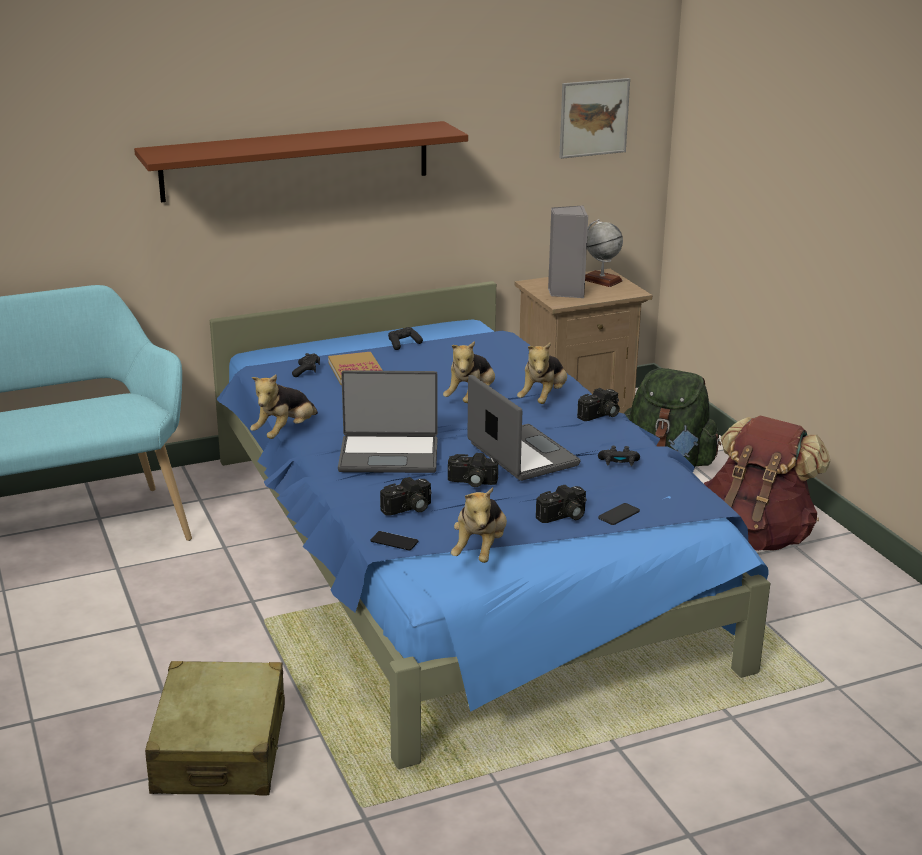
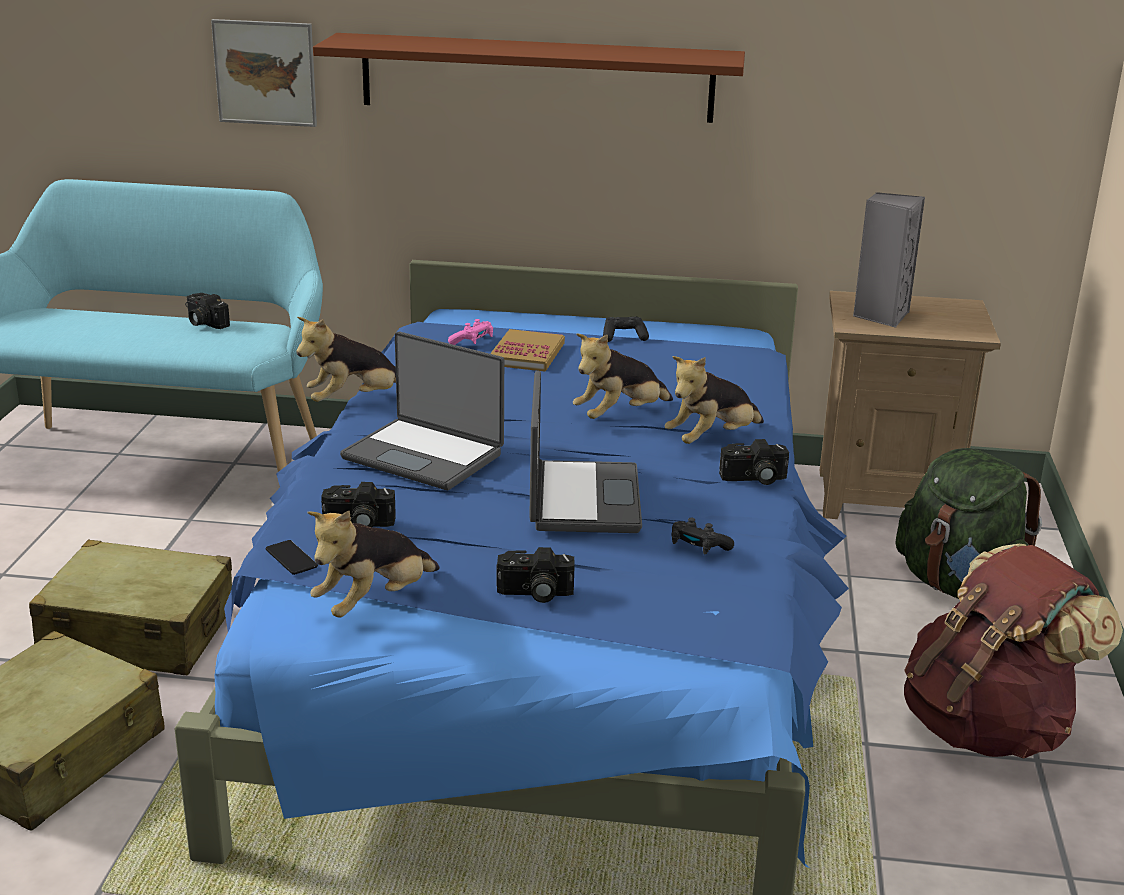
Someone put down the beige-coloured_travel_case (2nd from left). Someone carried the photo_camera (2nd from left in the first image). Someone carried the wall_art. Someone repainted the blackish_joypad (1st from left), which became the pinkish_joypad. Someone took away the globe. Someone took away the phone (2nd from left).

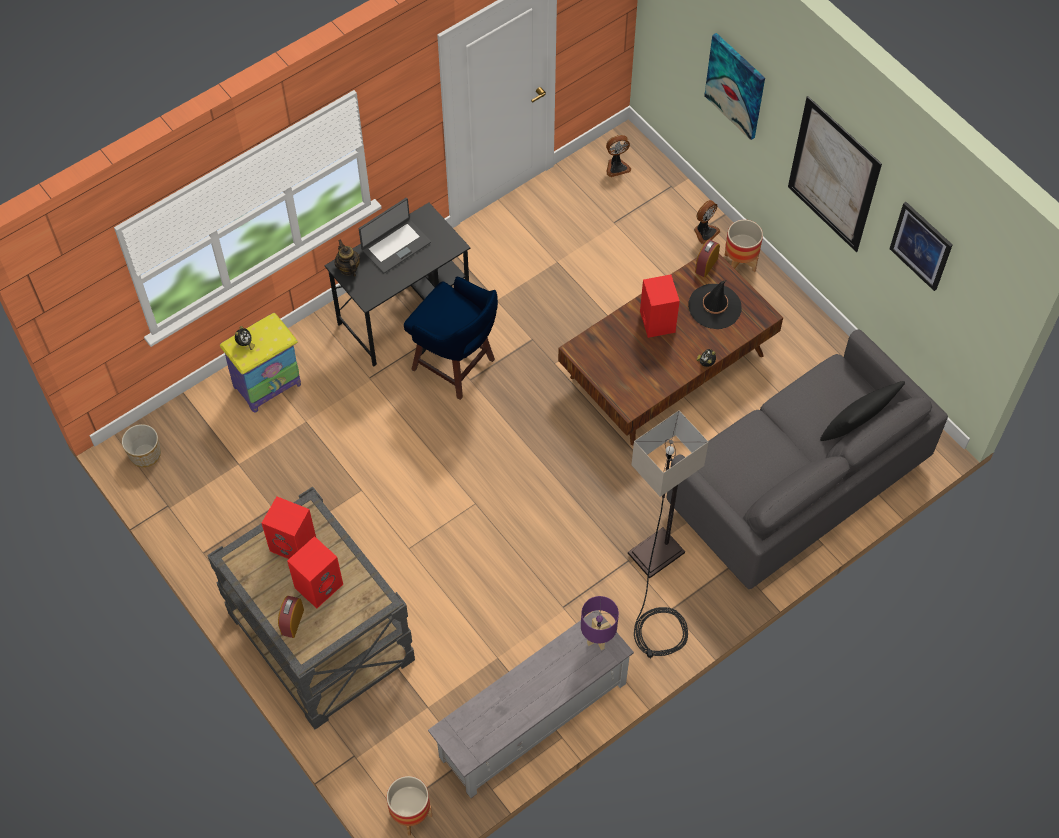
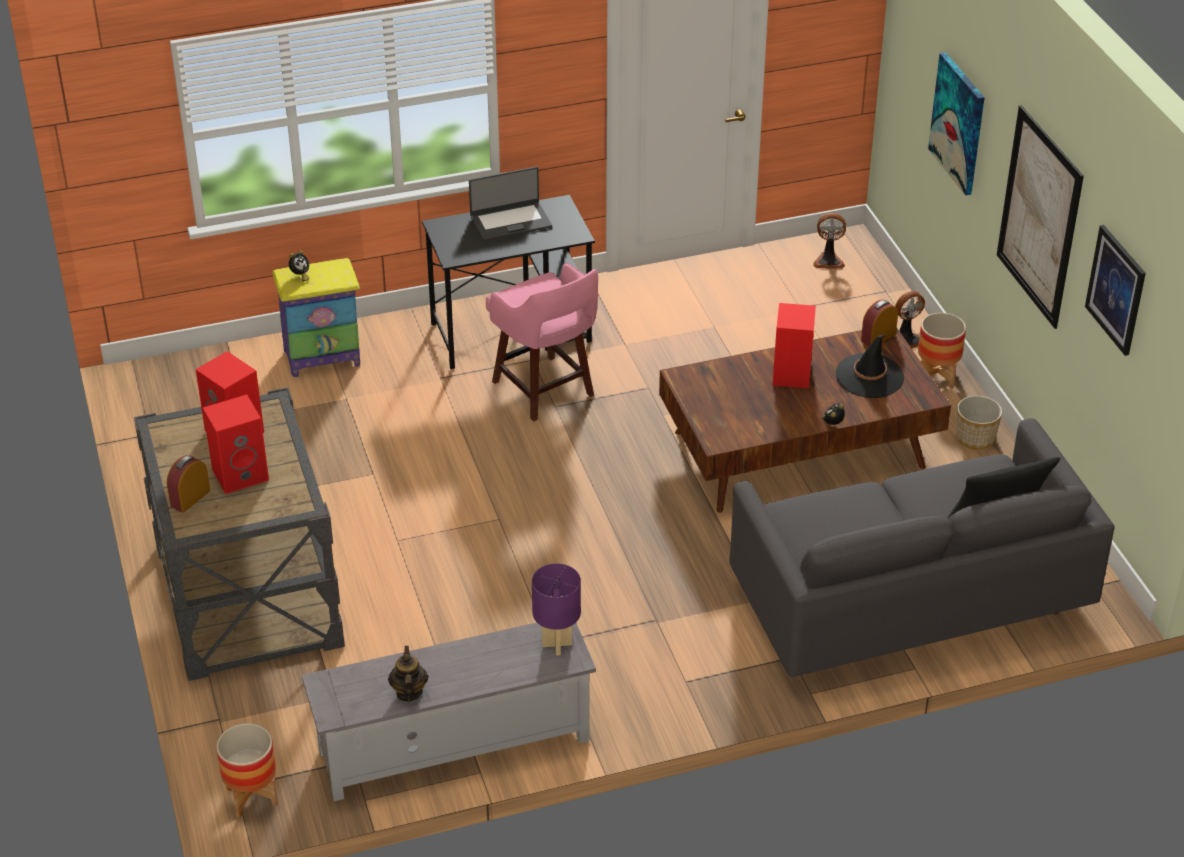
Someone carried the teapot. Someone repainted the blue_stool_seat, which became the pinkish_stool_seat. Someone carried the plant_pot (1st from left in the first image). Someone took away the standing_lamp.

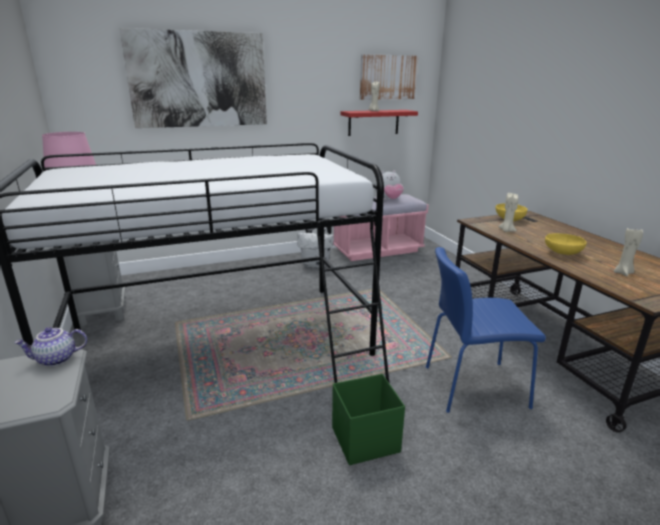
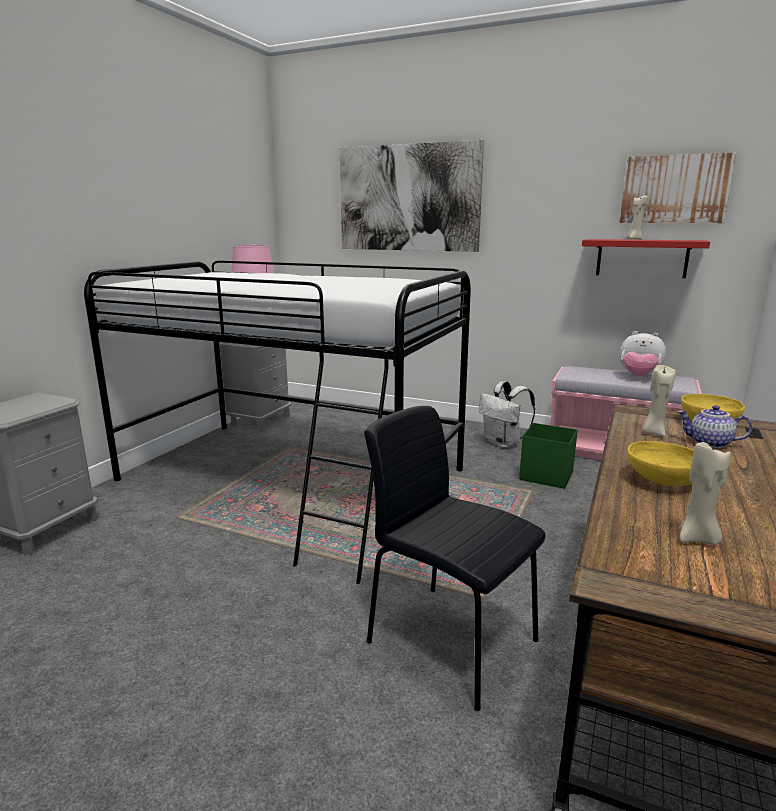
Someone repainted the blue_plain_chair, which became the blackish_plain_chair. Someone carried the greenish_storage_bin. Someone carried the teapot.

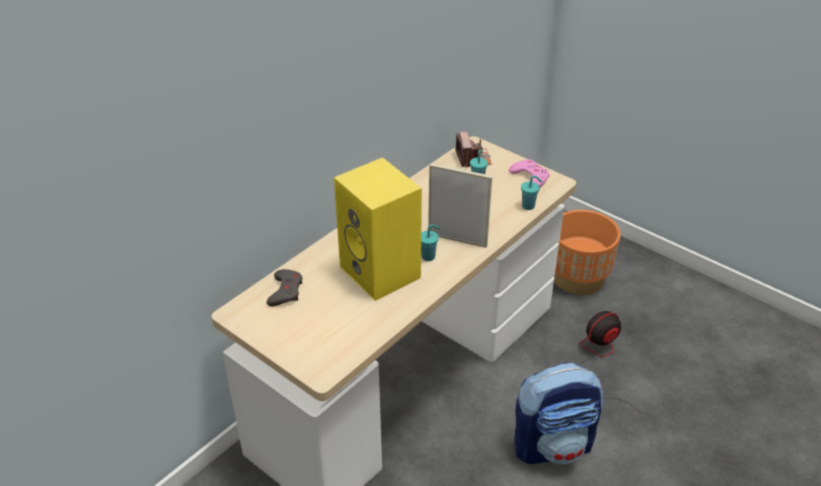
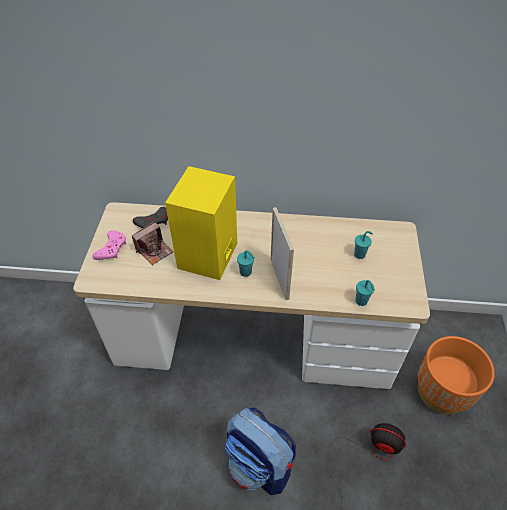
Someone carried the pinkish_joypad. Someone carried the photo_camera.

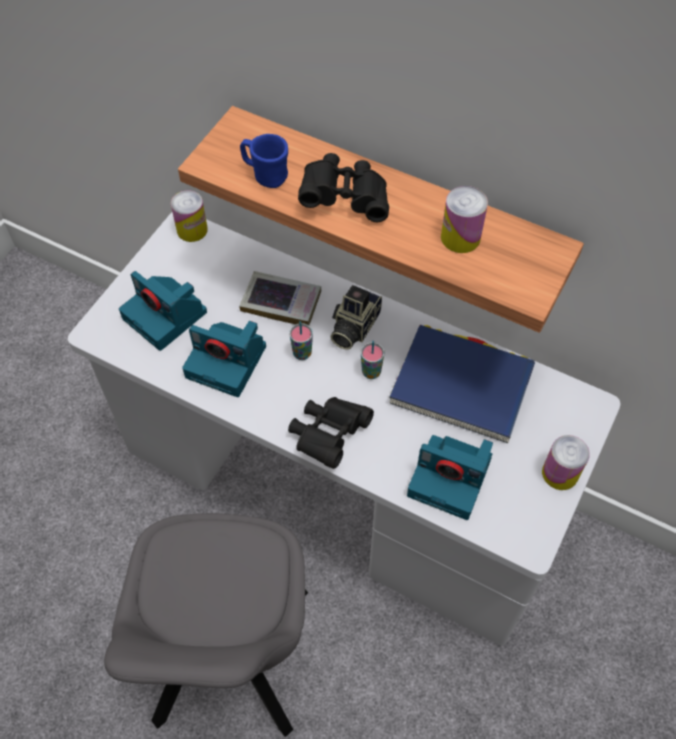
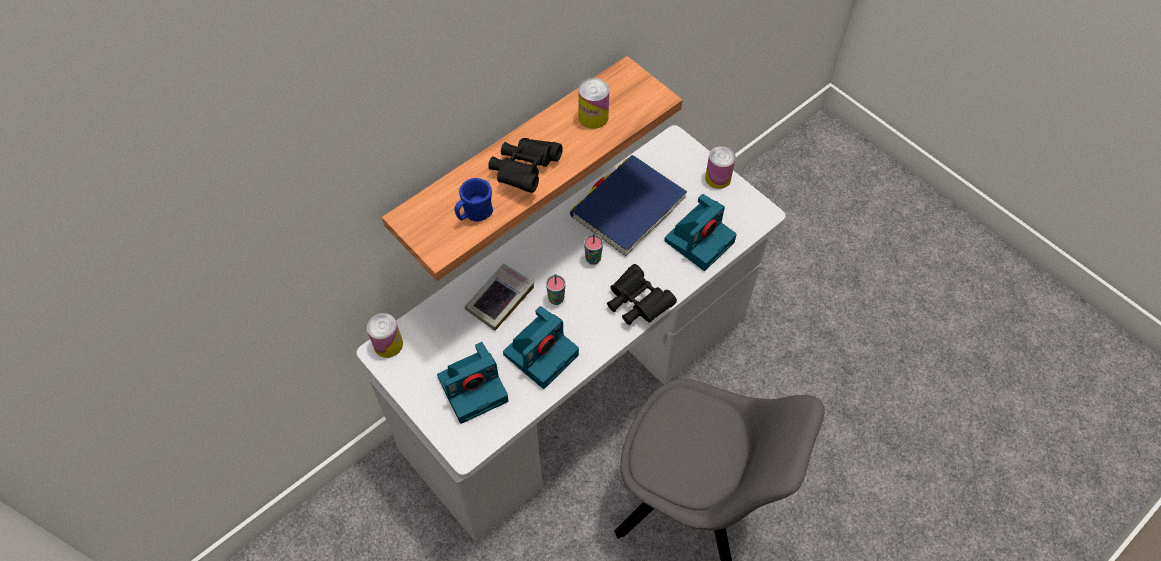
Someone took away the photo_camera (3rd from left).

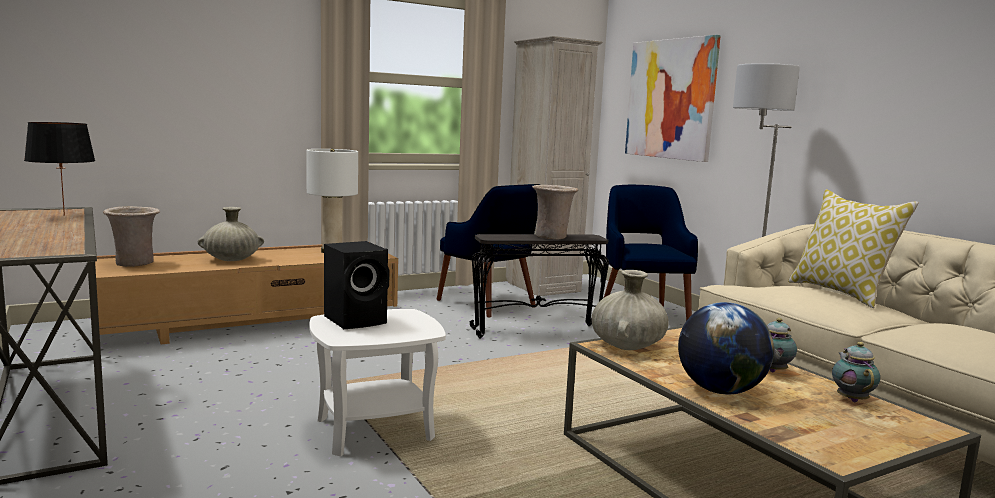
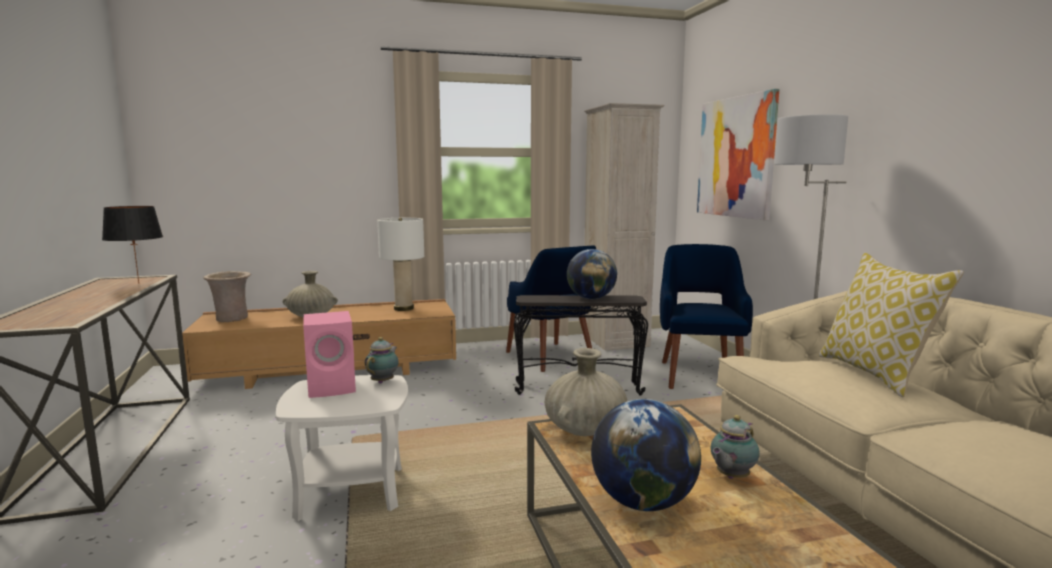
Someone repainted the blackish_loudspeaker, which became the pinkish_loudspeaker. Someone carried the teapot (2nd from left in the first image). Someone swapped the beige-coloured_flower_vase (3rd from left) for the globe (1st from left).

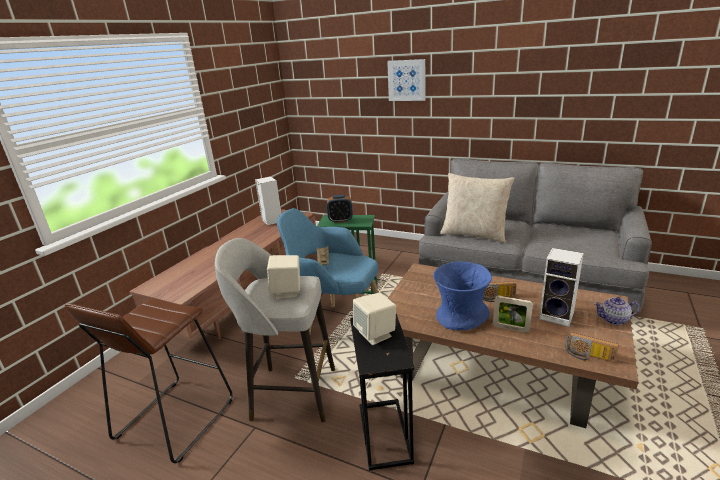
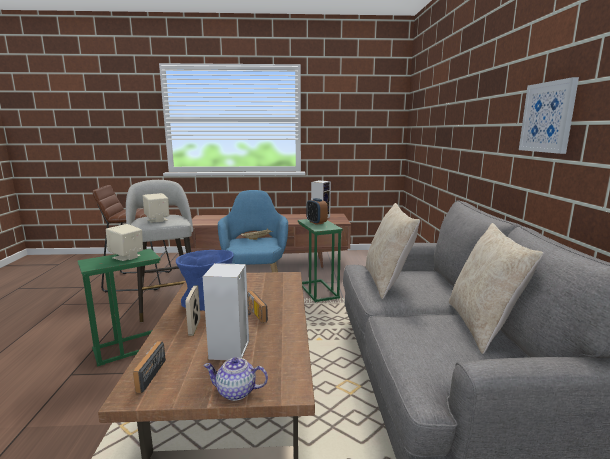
Someone repainted the blackish_end_table, which became the greenish_end_table (1st from left). Someone rotated the teapot by 60 degrees counterclockwise. Someone put down the beige-coloured_pillow (2nd from left). Someone carried the wall_art.

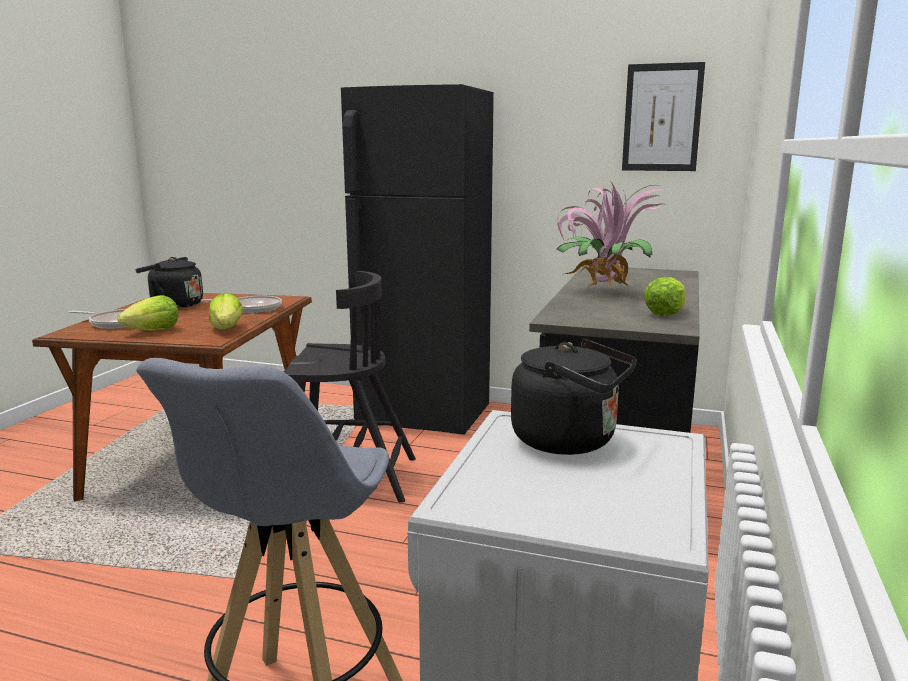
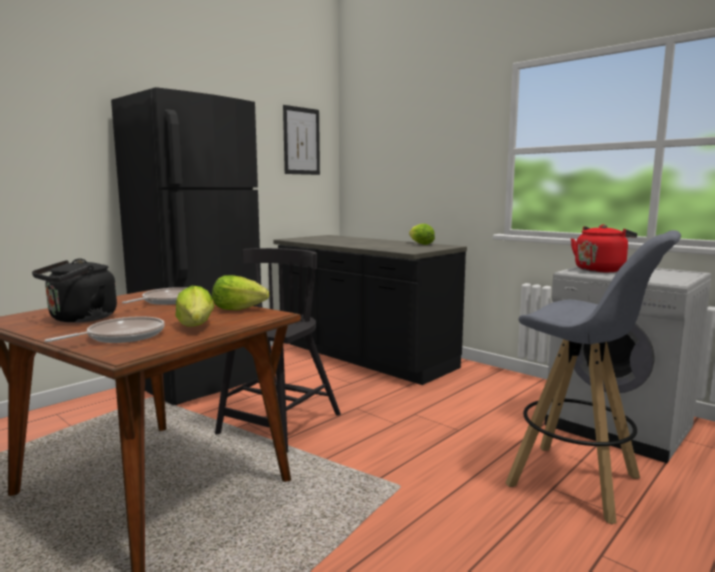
Someone repainted the blackish_kettle (2nd from left), which became the red_kettle. Someone took away the potted_plant.

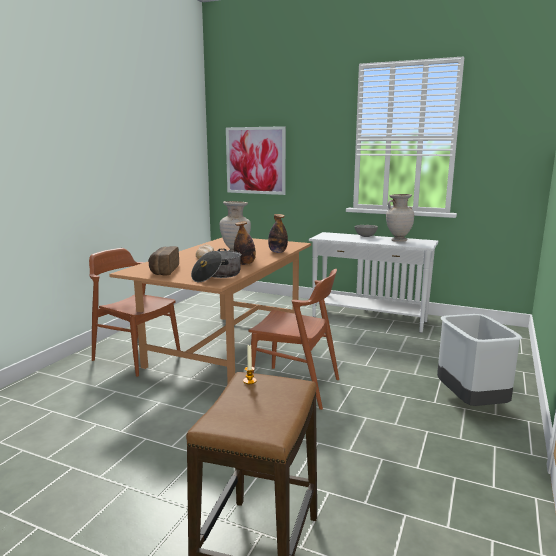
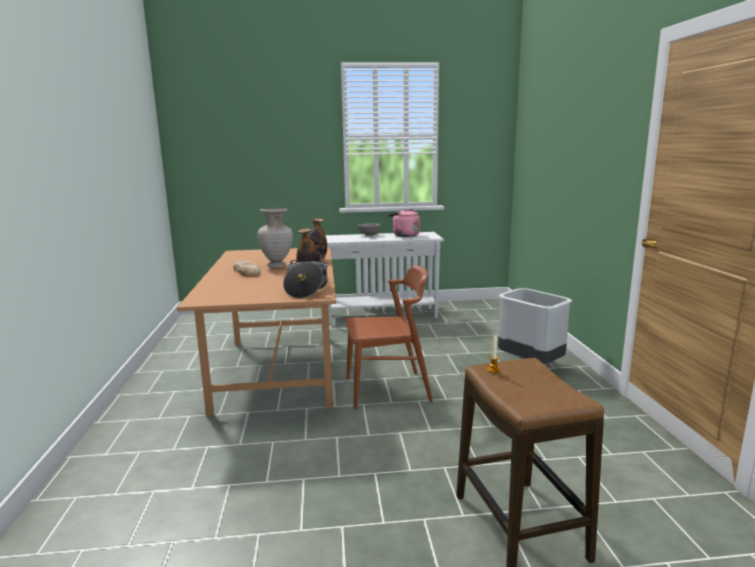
Someone swapped the beige-coloured_flower_vase (2nd from left) for the pinkish_kettle. Someone took away the brown-coloured_plain_chair (1st from left). Someone took away the bakery_bread (1st from left). Someone took away the wall_art.

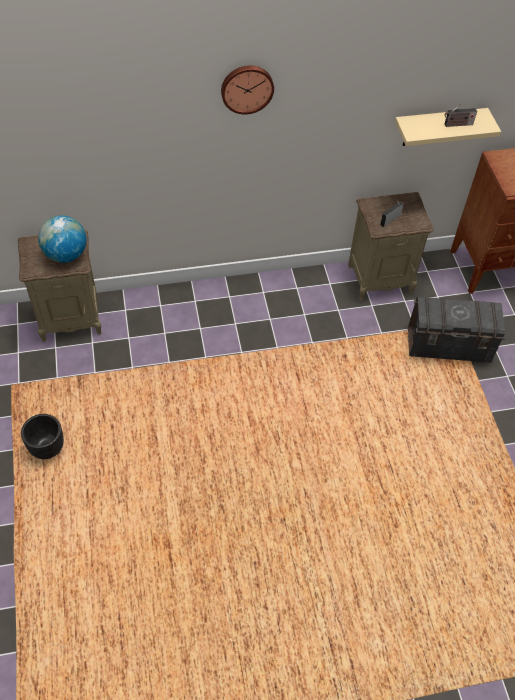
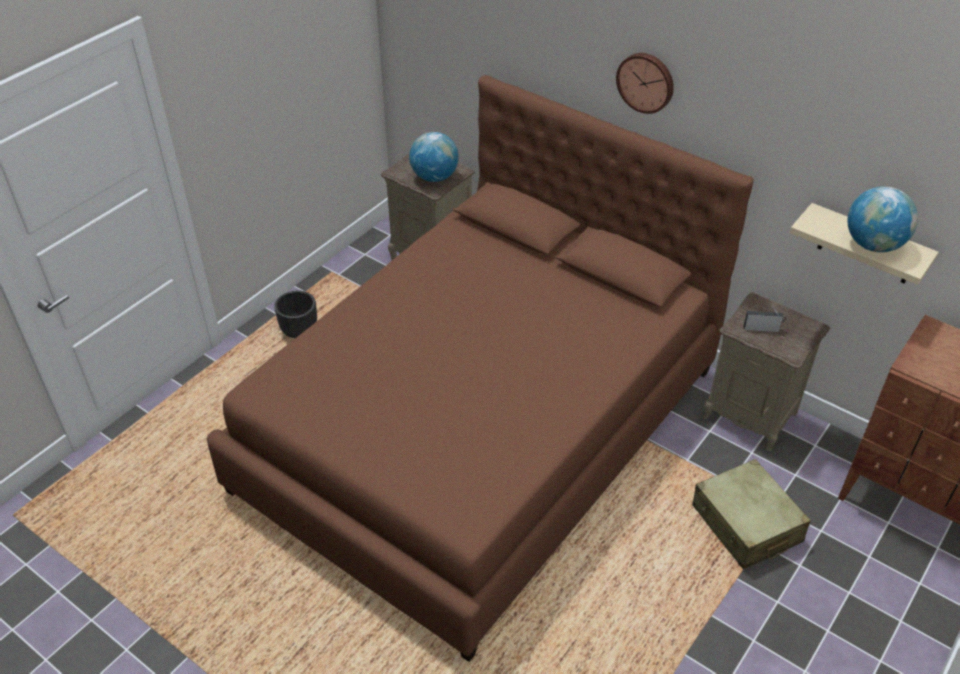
Someone put down the brown-coloured_bed. Someone swapped the gray_storage_bin for the beige-coloured_travel_case. Someone swapped the radio_receiver (2nd from left) for the globe (2nd from left).

